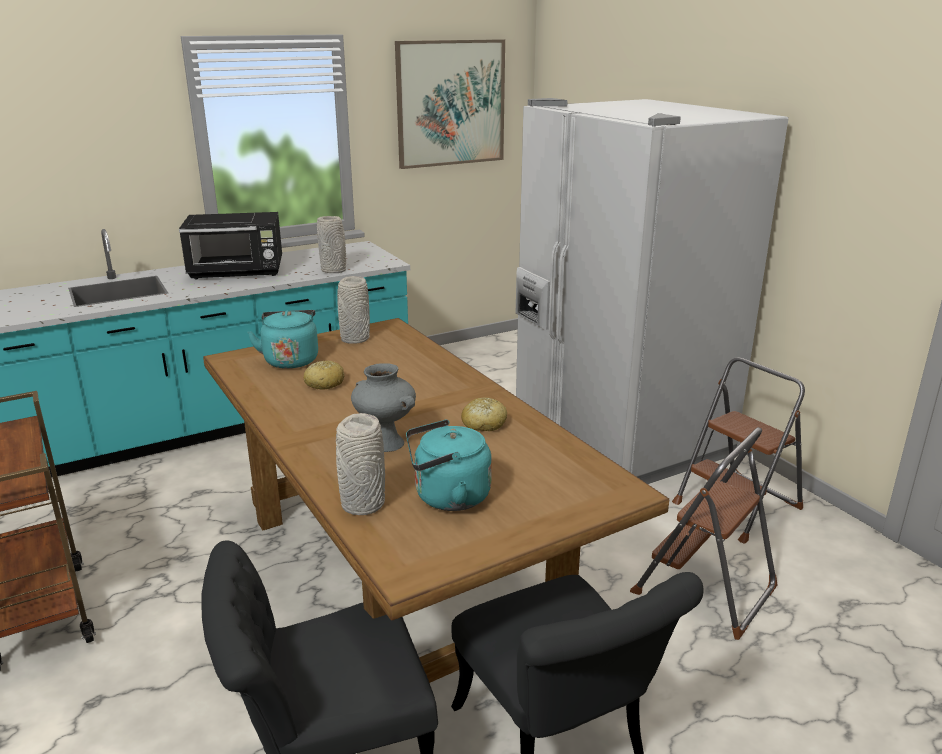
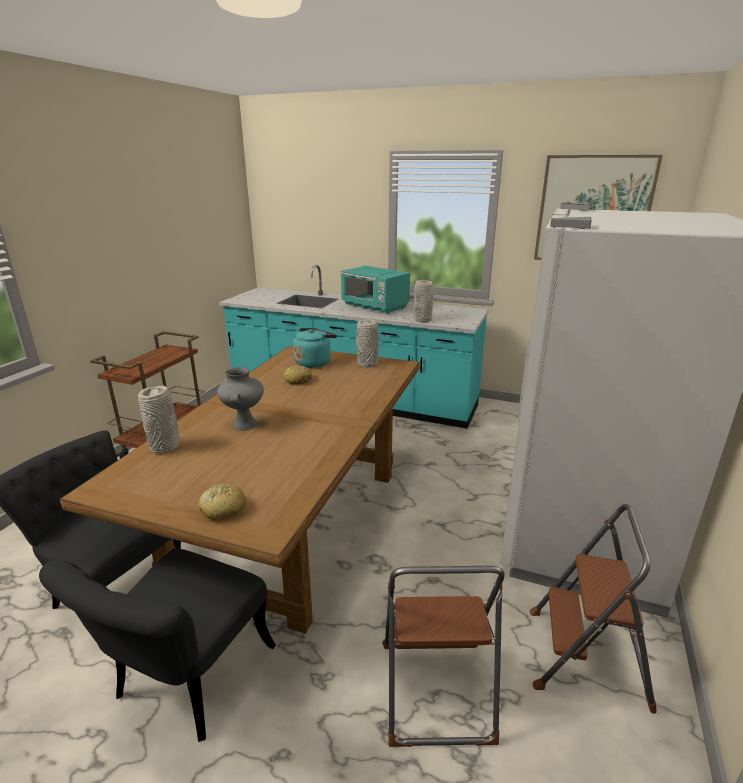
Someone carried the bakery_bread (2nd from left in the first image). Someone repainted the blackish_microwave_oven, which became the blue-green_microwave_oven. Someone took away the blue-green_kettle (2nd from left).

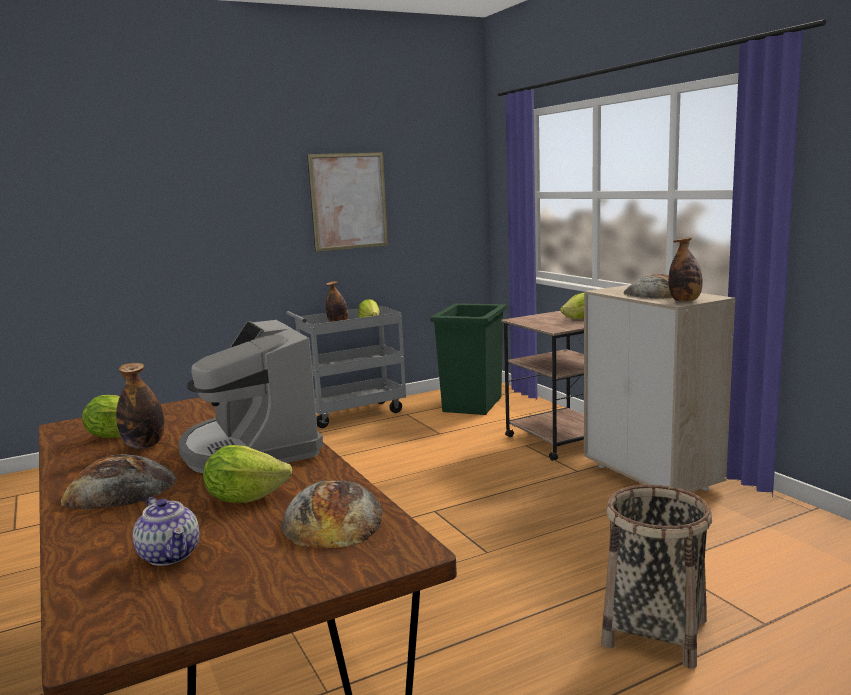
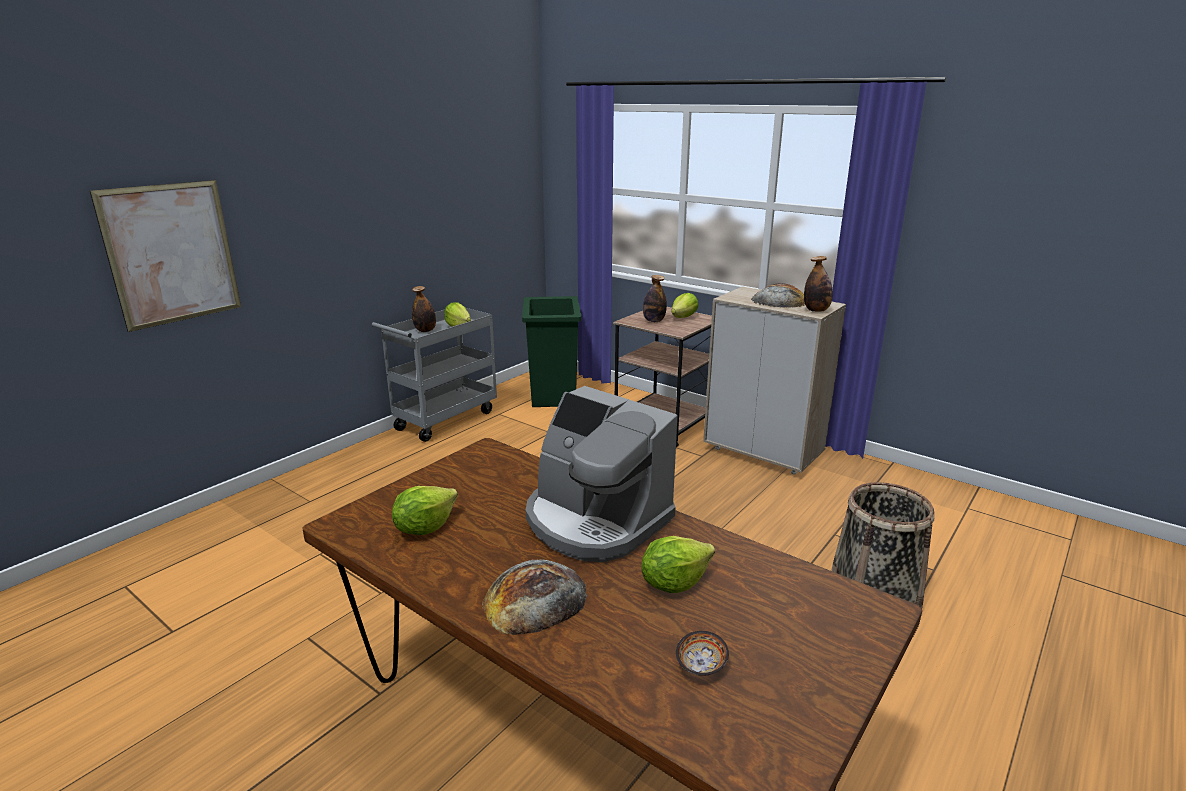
Someone carried the wall_art. Someone carried the drink_bottle (1st from left in the first image). Someone swapped the teapot for the serving_bowl. Someone took away the bakery_bread (2nd from left).

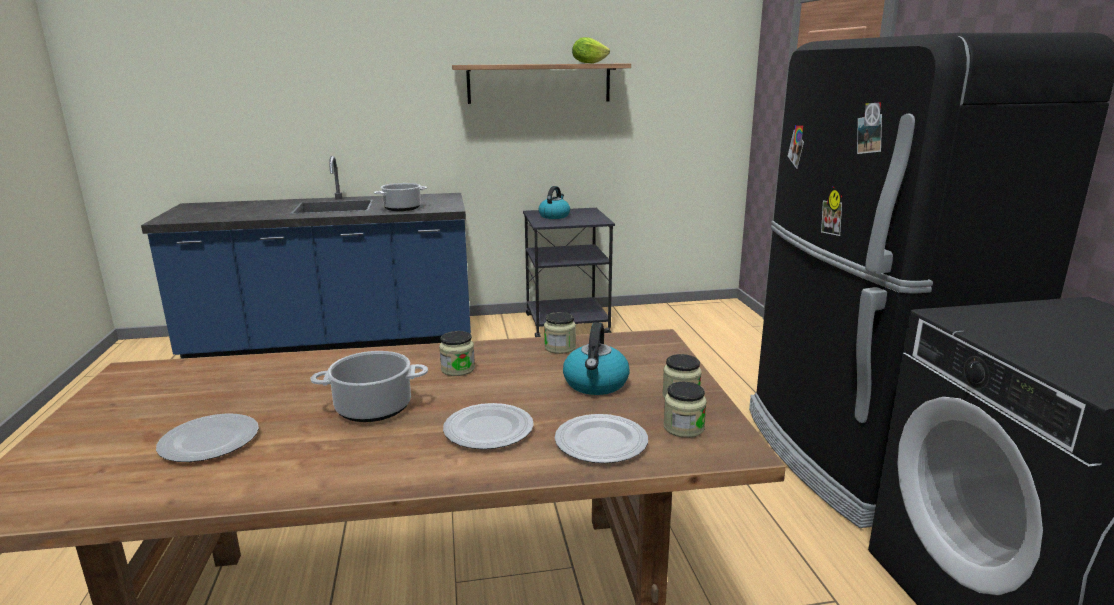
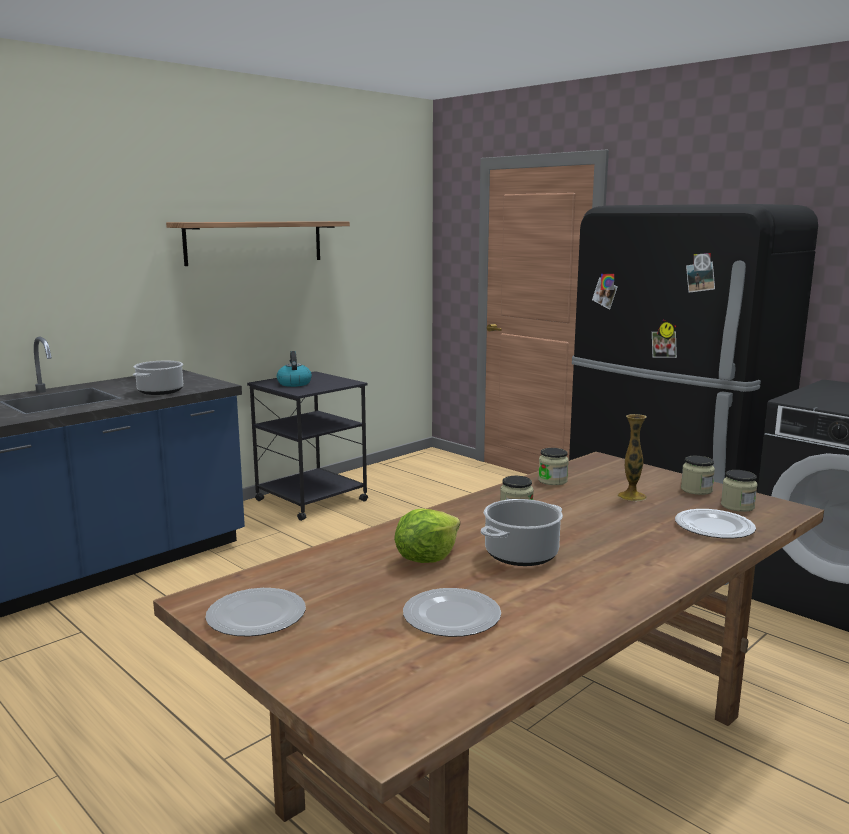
Someone carried the flat_dish (2nd from left in the first image). Someone carried the lettuce. Someone swapped the kettle (2nd from left) for the flower_vase.

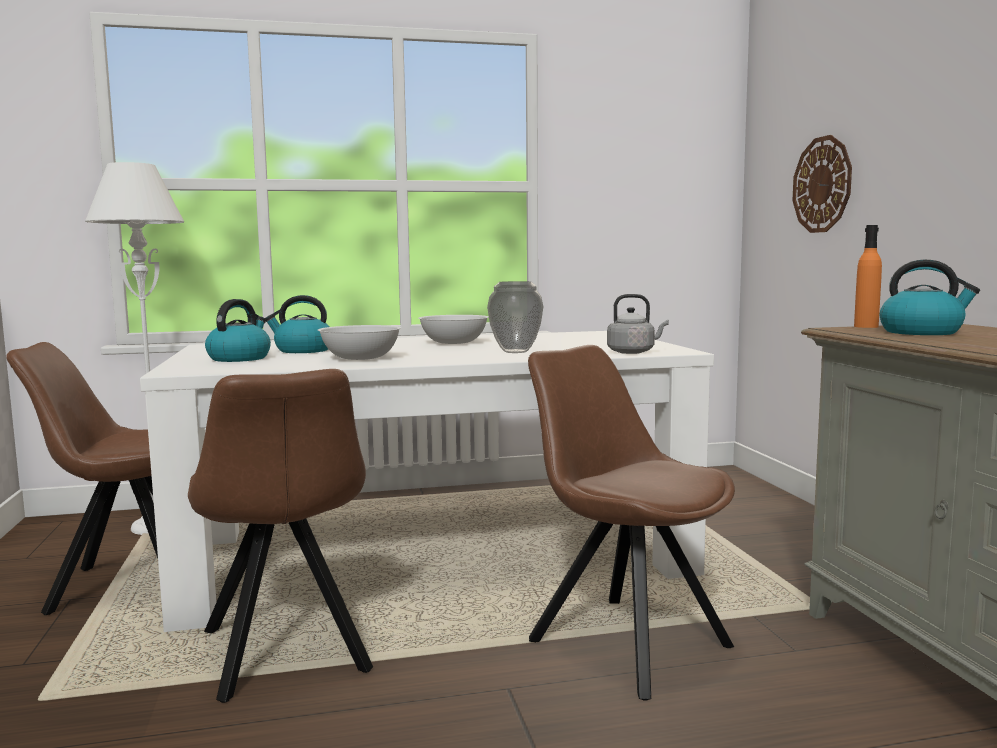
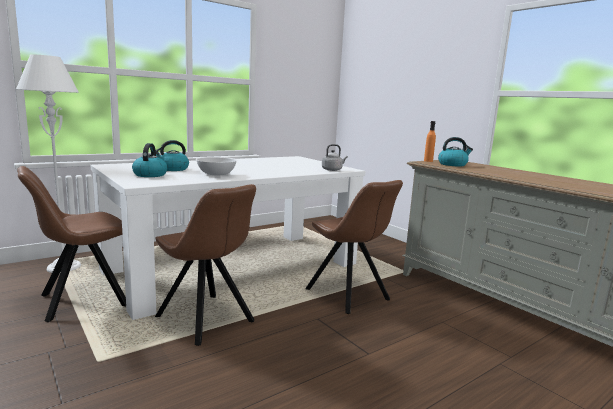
Someone rotated the brown-coloured_plain_chair (3rd from left) by 150 degrees counterclockwise. Someone took away the white_serving_bowl (2nd from left). Someone took away the flower_vase. Someone took away the wall_clock.

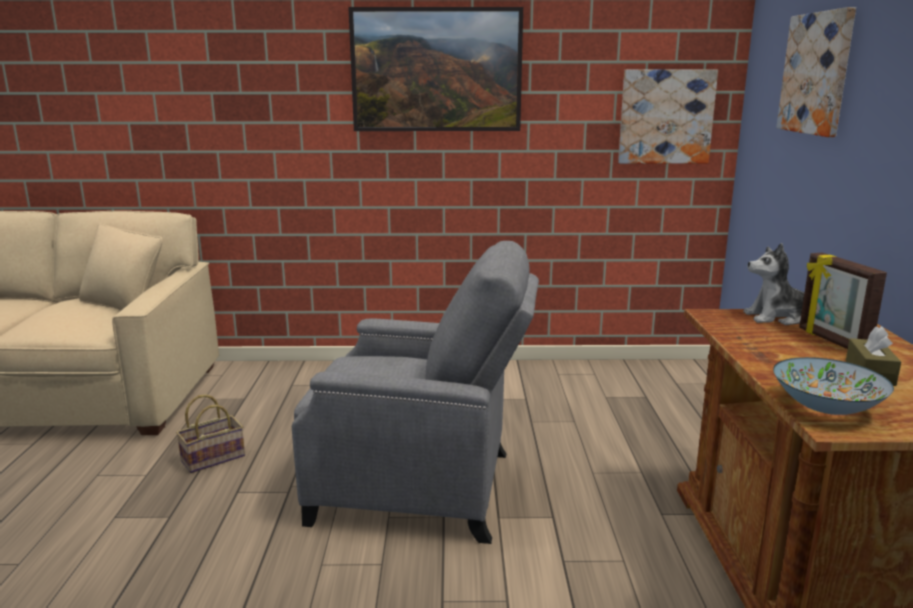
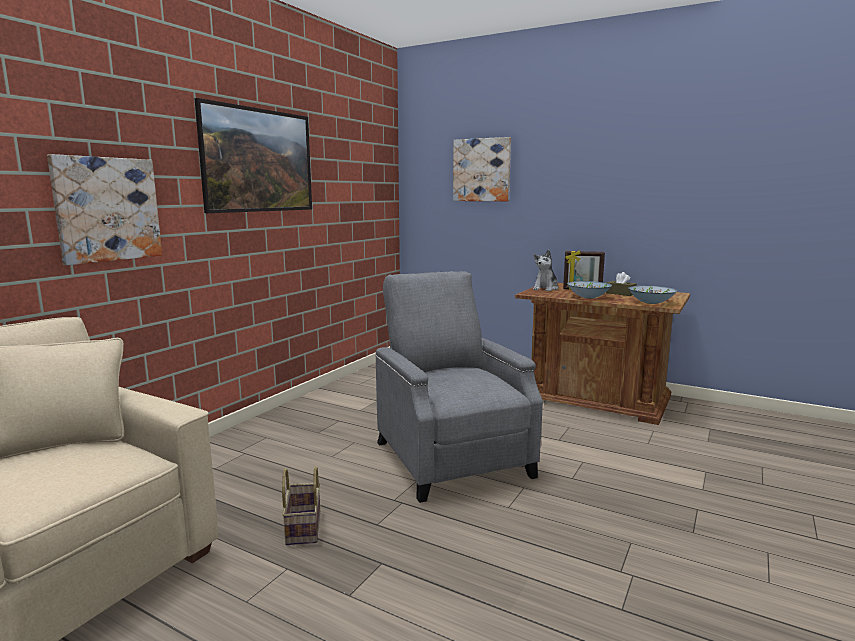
Someone carried the wall_art (2nd from left in the first image). Someone rotated the gray_easy_chair by 60 degrees counterclockwise. Someone put down the serving_bowl (1st from left).

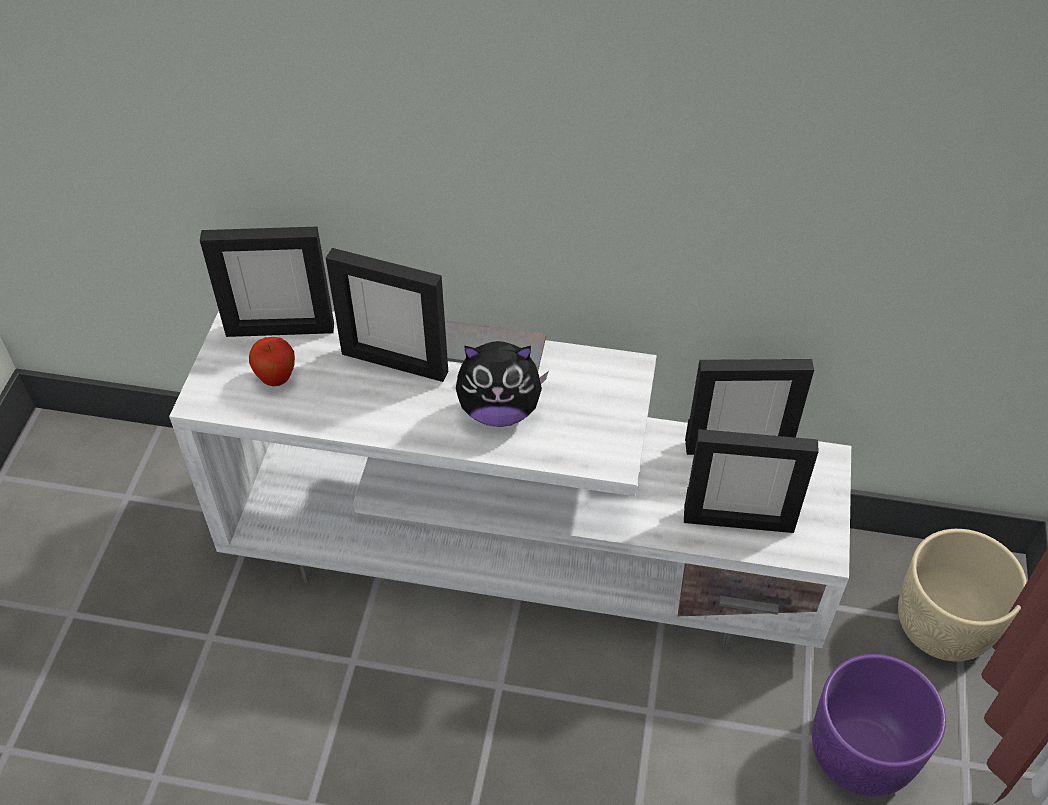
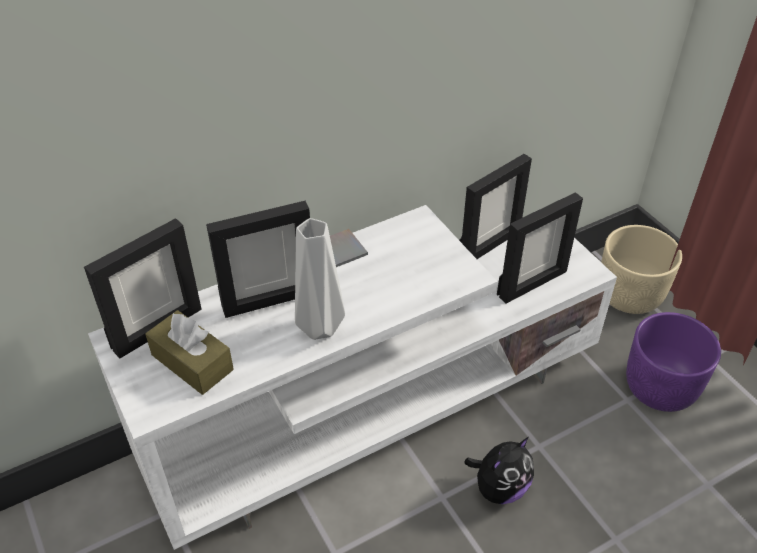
Someone swapped the apple_fruit for the brown-coloured_tissue_holder. Someone put down the gray_flower_vase. Someone carried the soft_toy.

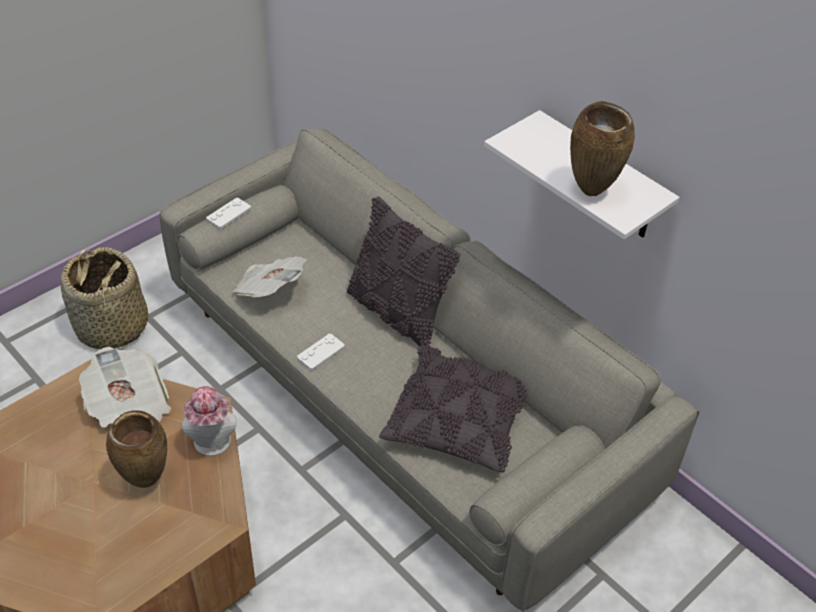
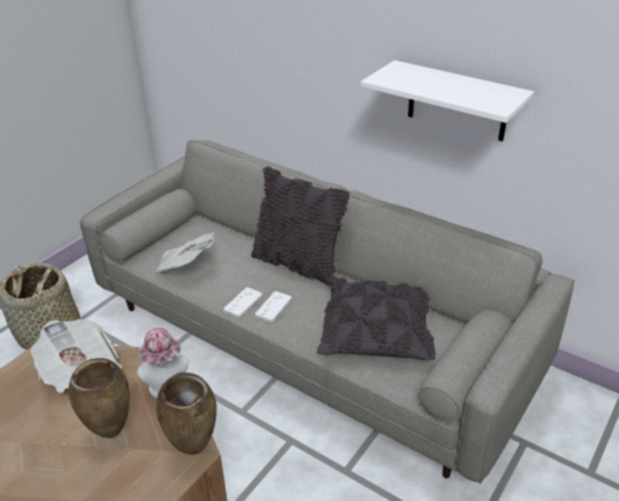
Someone carried the brown-coloured_flower_vase (2nd from left). Someone carried the white_joypad (1st from left in the first image).

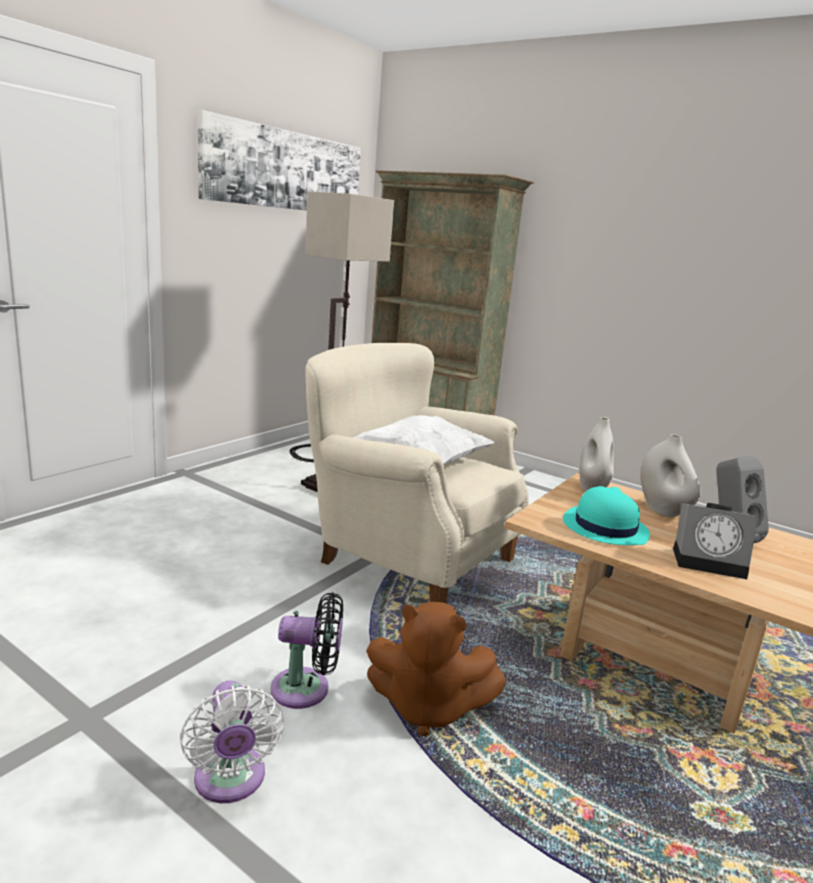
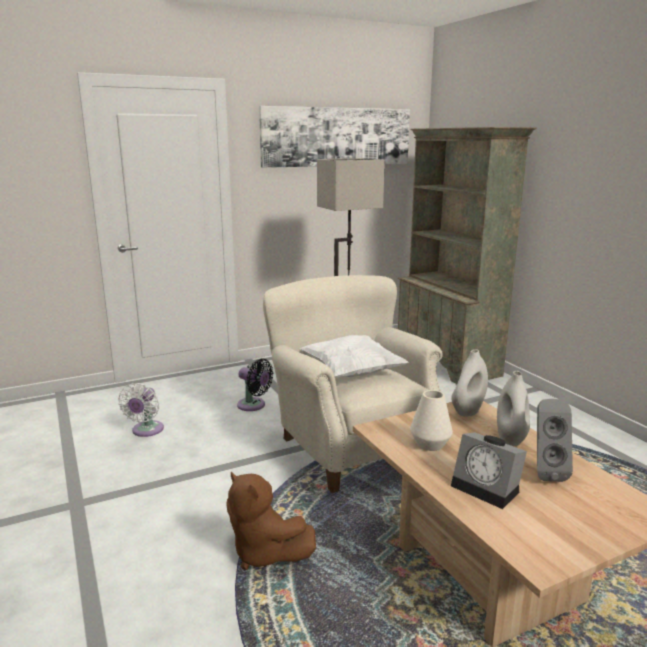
Someone carried the white_electric_fan. Someone carried the blackish_electric_fan. Someone swapped the blue-green_clothing_hat for the white_flower_vase (1st from left).

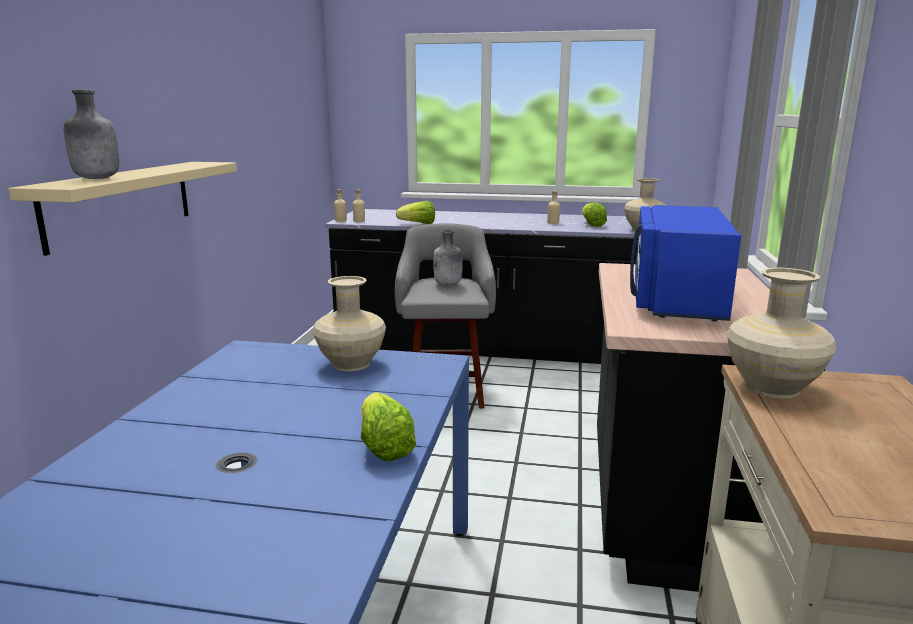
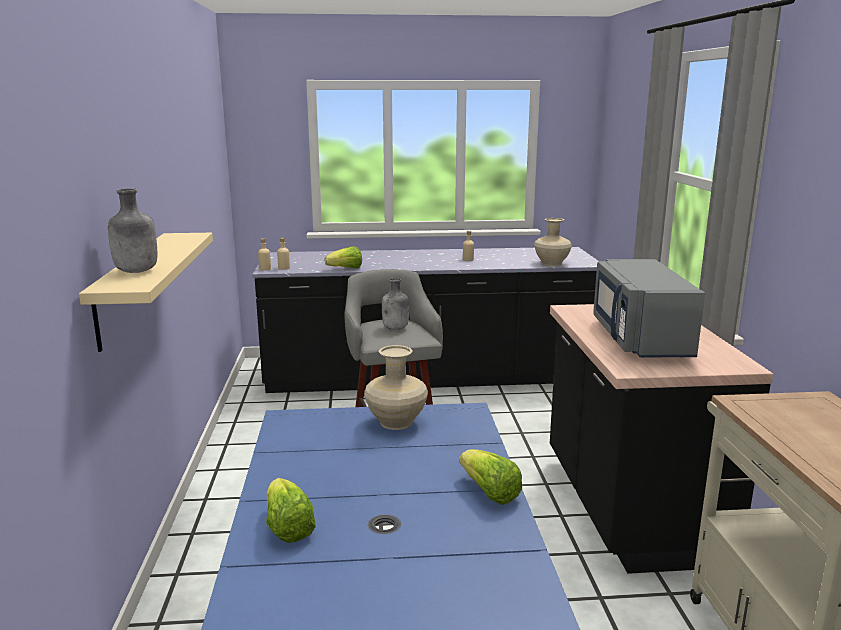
Someone carried the lettuce (3rd from left in the first image). Someone repainted the blue_microwave_oven, which became the gray_microwave_oven. Someone took away the beige-coloured_flower_vase (3rd from left).

